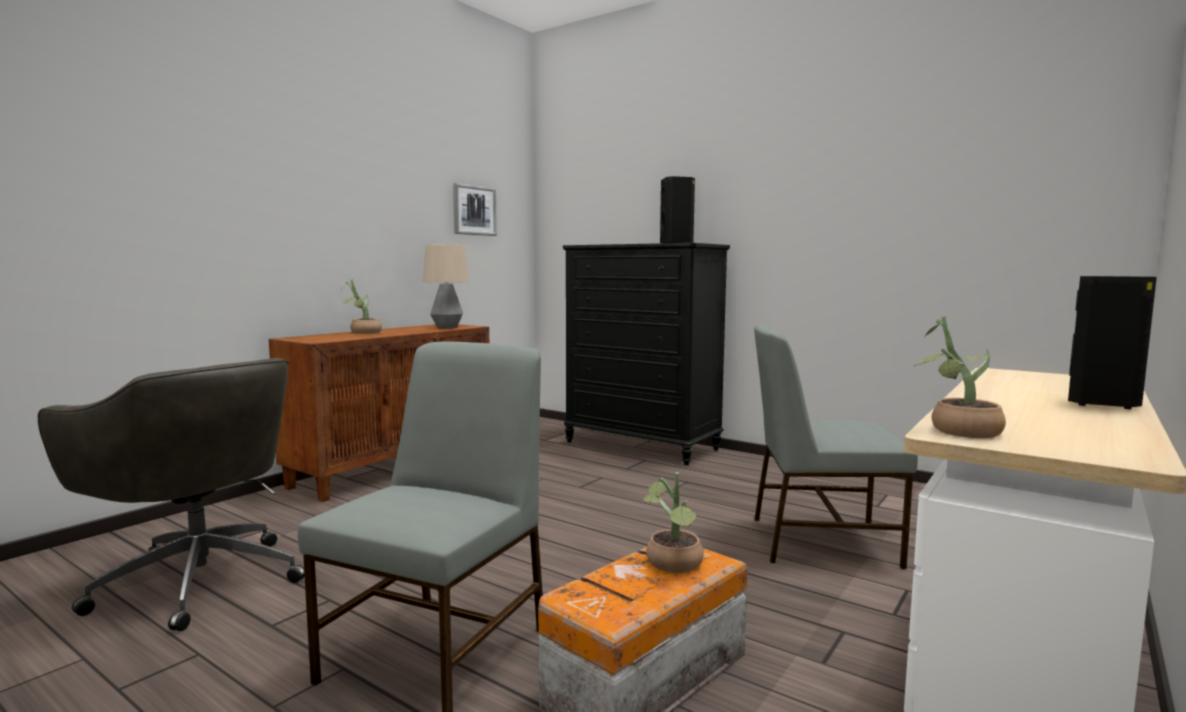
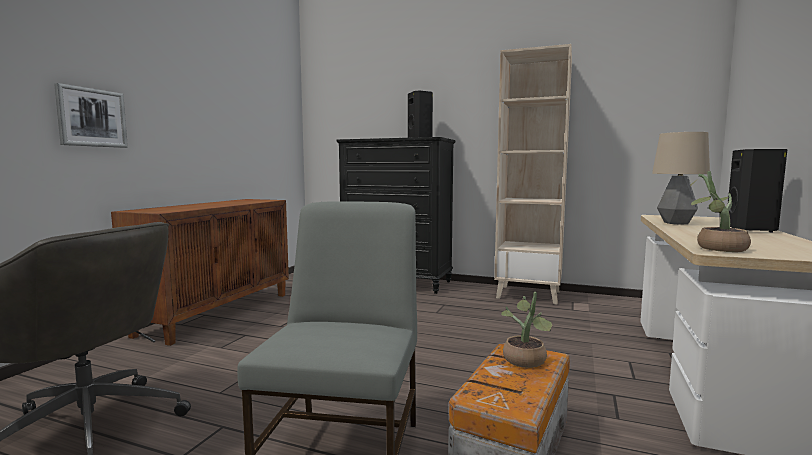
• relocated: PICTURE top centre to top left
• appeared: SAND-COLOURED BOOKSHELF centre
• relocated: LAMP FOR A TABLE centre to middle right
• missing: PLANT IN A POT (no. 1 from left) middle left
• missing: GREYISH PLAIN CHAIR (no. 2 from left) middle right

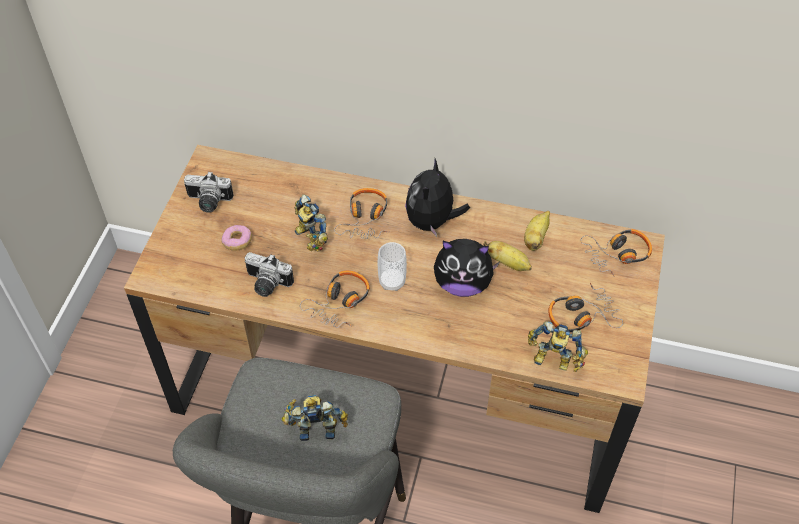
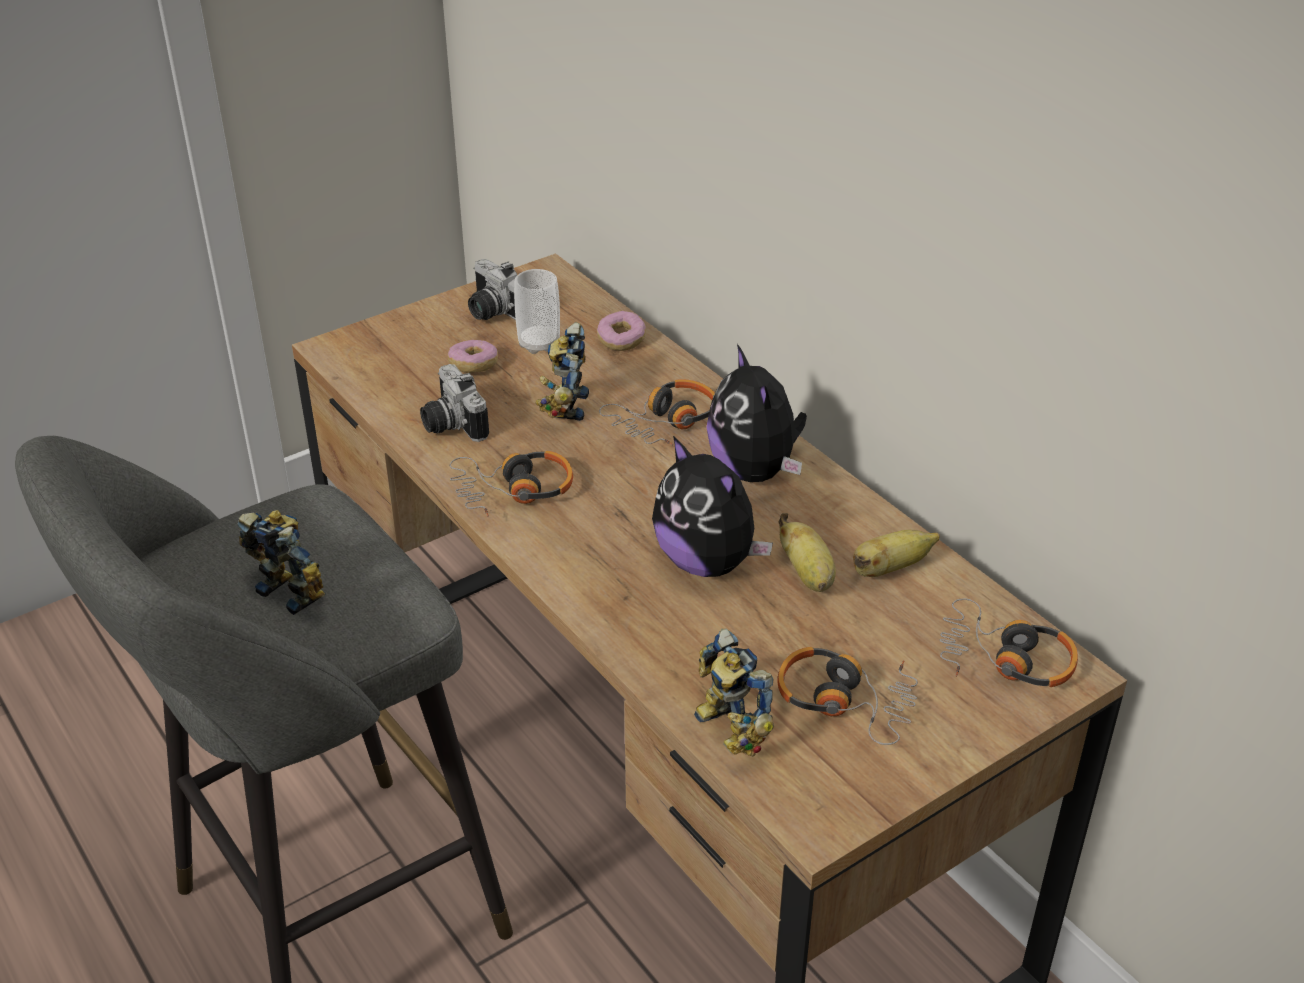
• relocated: DRINKING CUP centre to top centre
• appeared: DOUGHNUT (no. 2 from left) centre
• spun: CUDDLY TOY (no. 1 from left in the first image) centre = centre 75 degrees counterclockwise

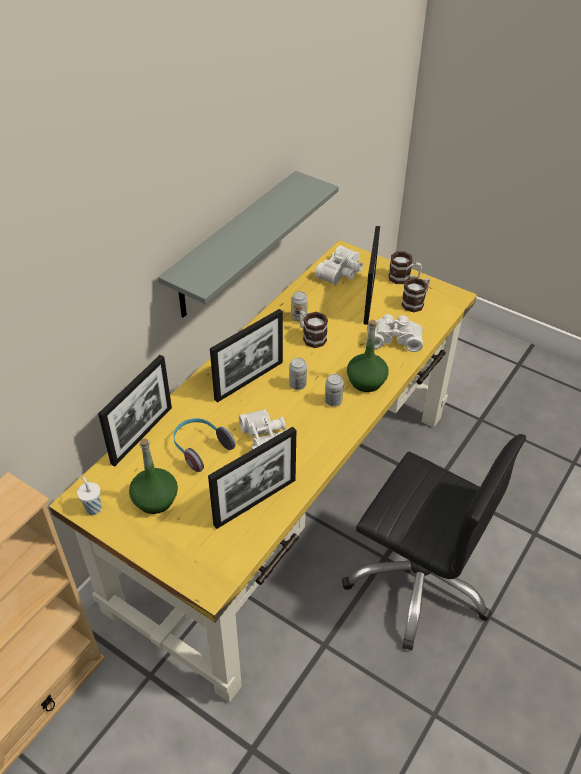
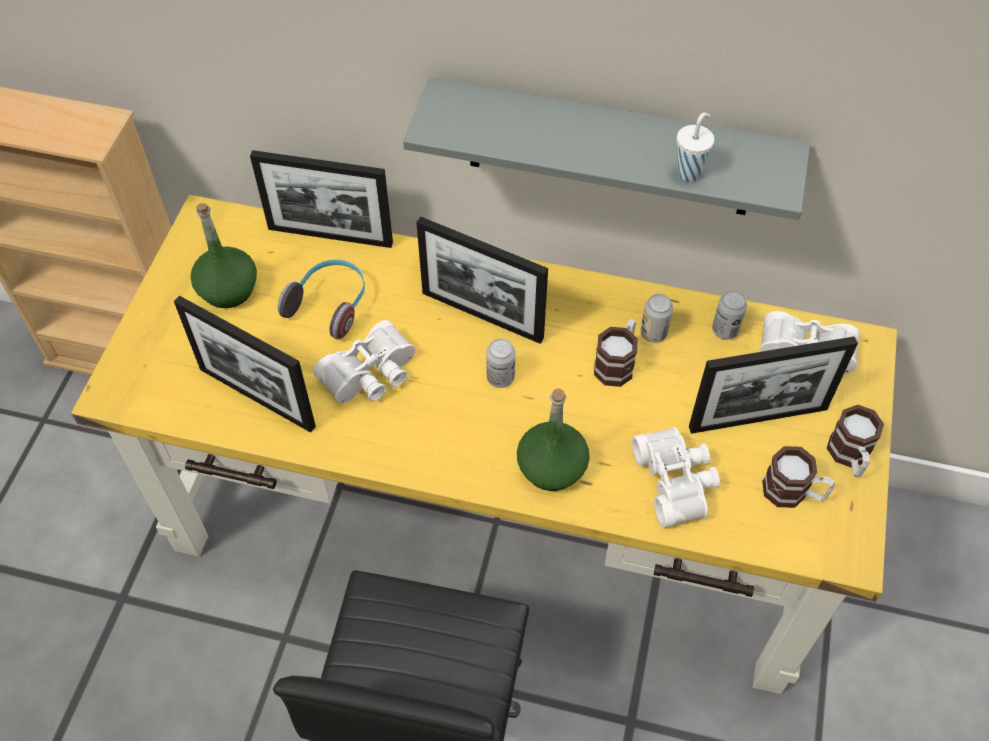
• relocated: WHITISH DRINKING CUP middle left to top right
• relocated: SEALED CAN (no. 3 from left) centre to middle right

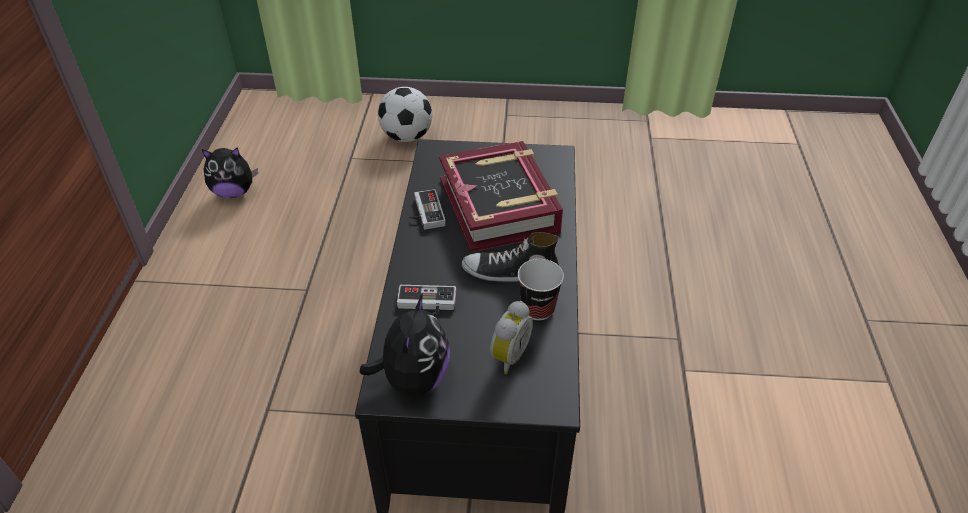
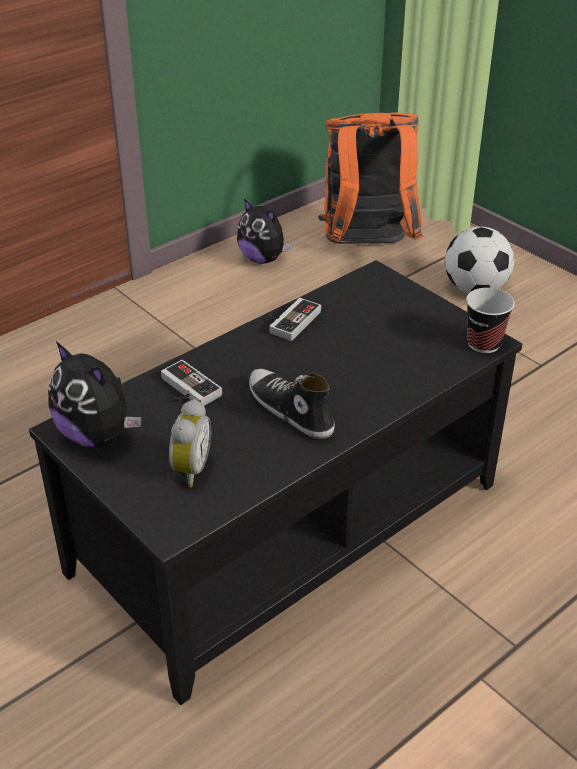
• spun: CUDDLY TOY (no. 2 from left in the first image) bottom centre = middle left 75 degrees clockwise
• spun: ALARM CLOCK centre = middle left 60 degrees counterclockwise
• appeared: ORANGE BACKPACK top centre
• relocated: DRINKING CUP centre to middle right
• missing: BOOK centre

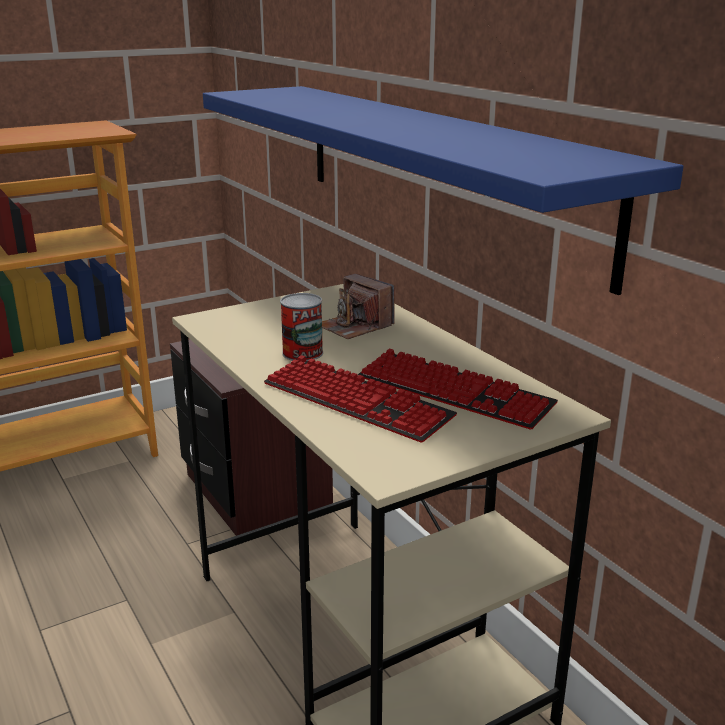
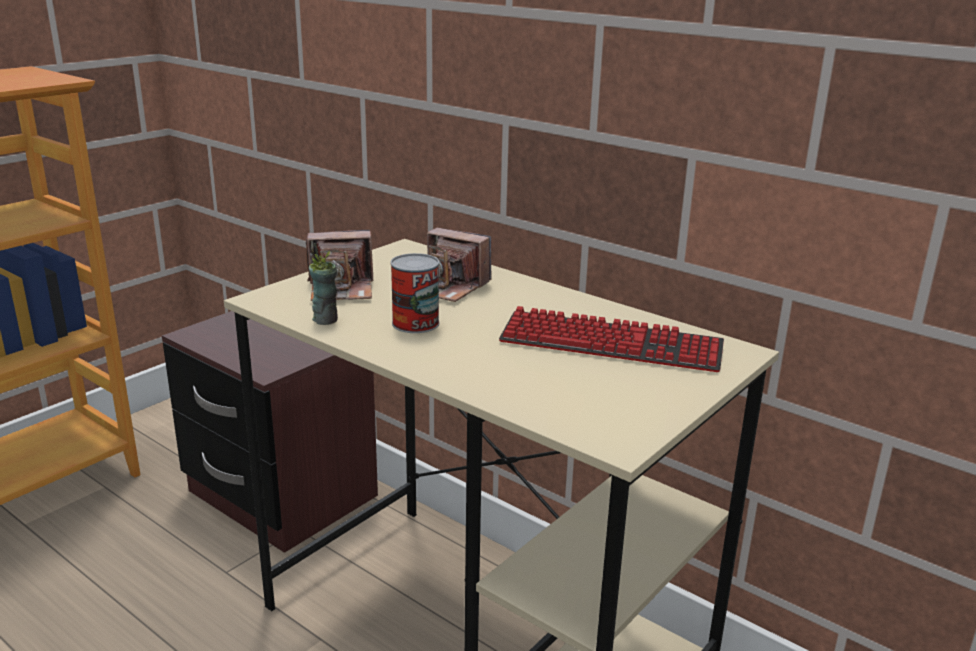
• appeared: PHOTO CAMERA (no. 1 from left) centre
• appeared: DRINKING CUP middle left
• missing: BLUE-COLOURED WALL SHELF top centre
• missing: COMPUTER KEYBOARD (no. 1 from left) centre

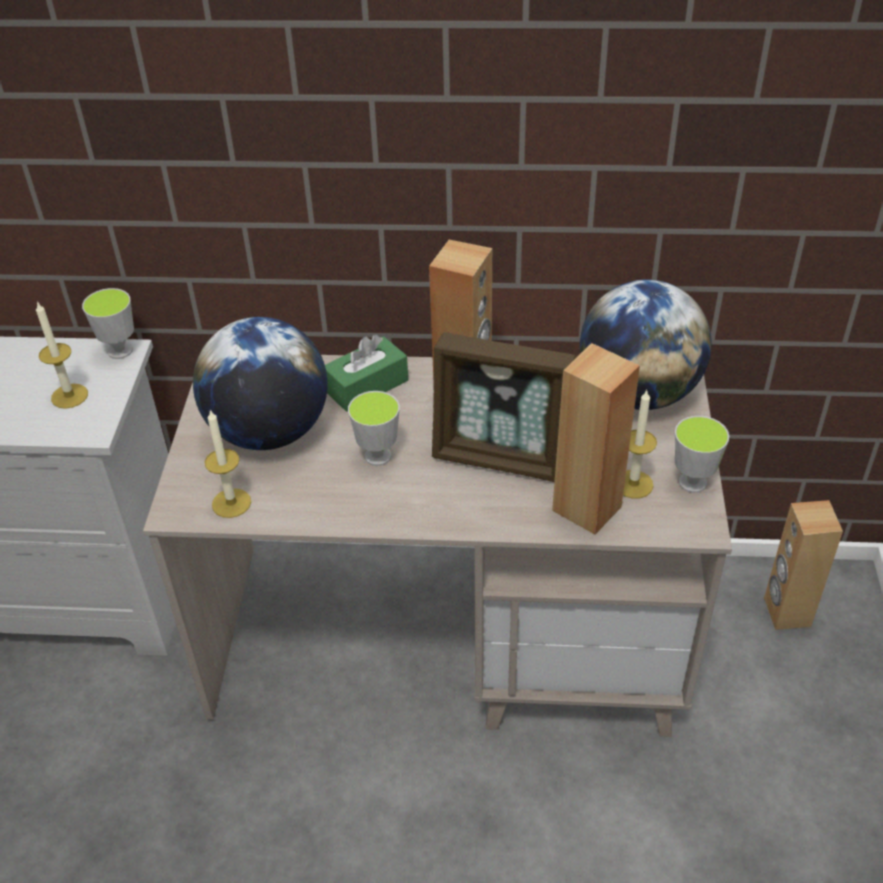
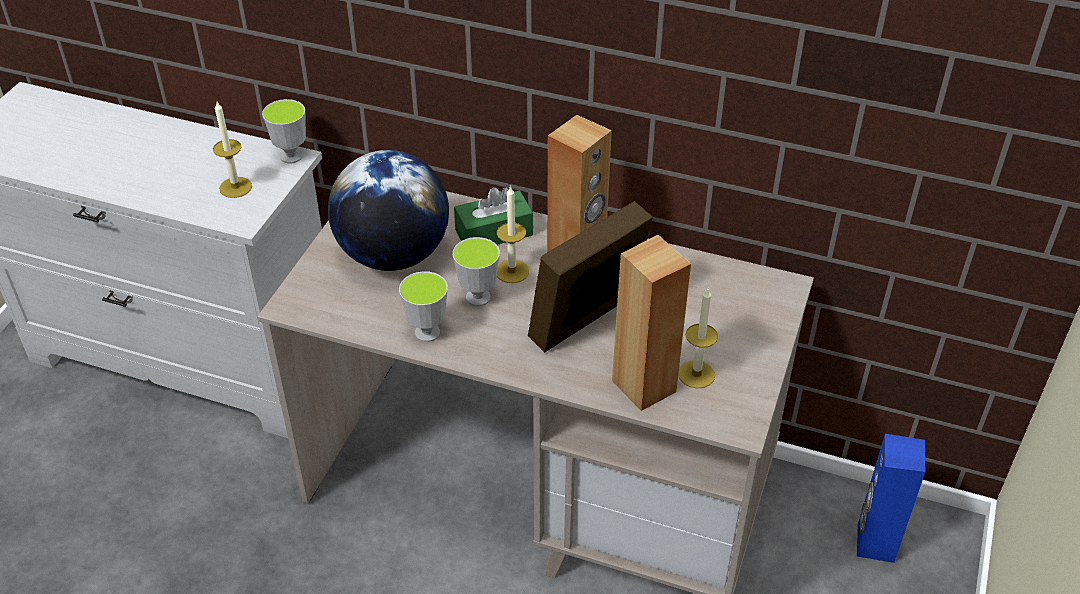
• relocated: DRINKING CUP (no. 3 from left in the first image) middle right to DRINKING CUP (no. 2 from left) centre
• relocated: WAX CANDLE (no. 2 from left) middle left to centre
• spun: STANDING FRAME centre = centre 105 degrees clockwise
• colour: BROWN-COLOURED AUDIO SPEAKER (no. 3 from left) middle right to BLUE-COLOURED AUDIO SPEAKER bottom right
• missing: DESK GLOBE (no. 2 from left) middle right

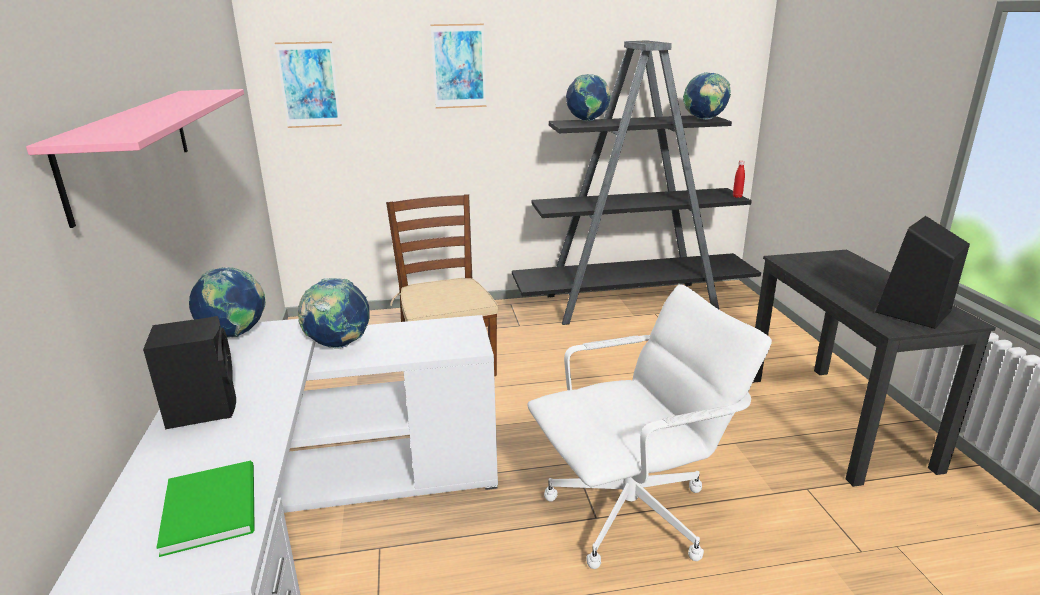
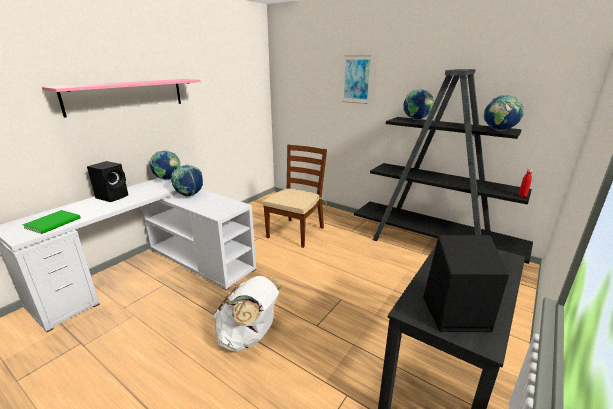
• exchanged: WHITISH OFFICE CHAIR bottom centre to WHITISH BACKPACK bottom centre
• missing: PICTURE (no. 1 from left) top left

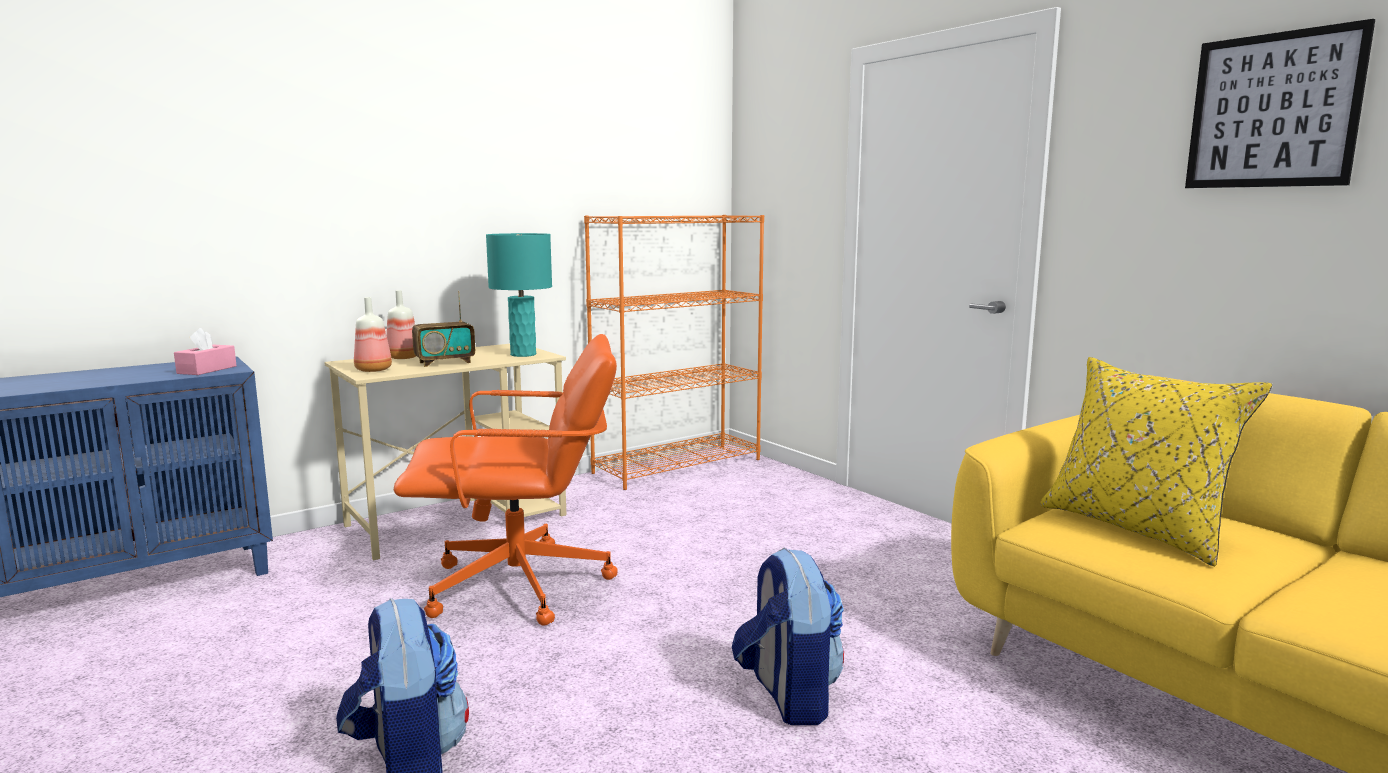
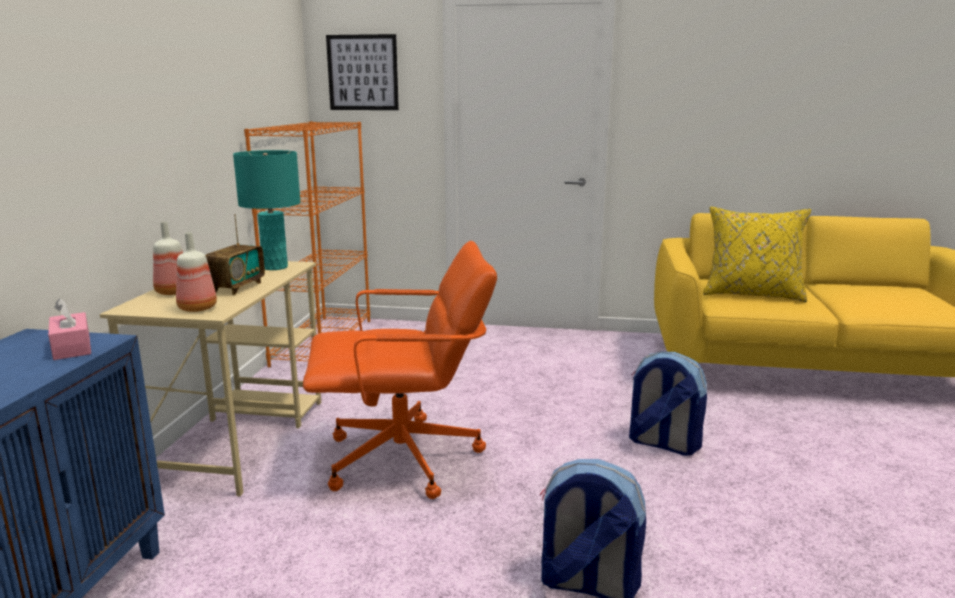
• spun: ORANGE OFFICE CHAIR centre = centre 45 degrees clockwise
• relocated: PICTURE top right to top centre

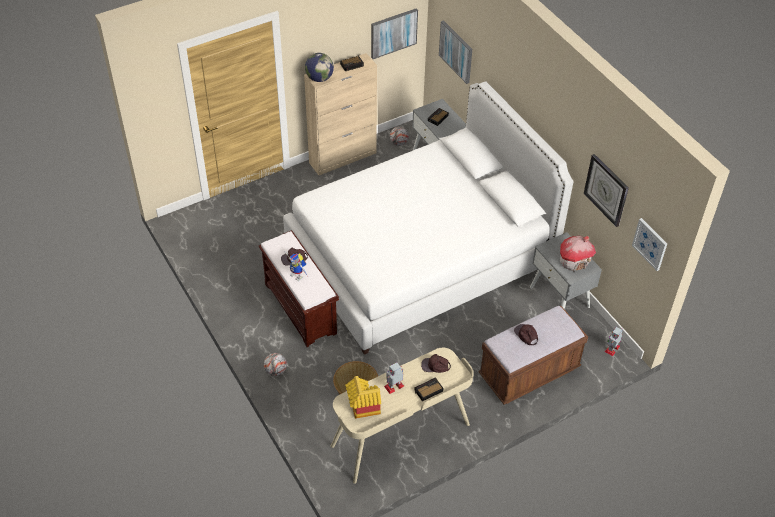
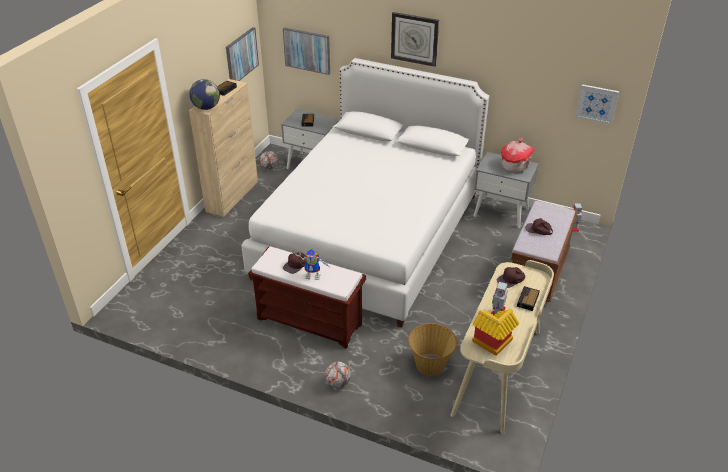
• relocated: WALL CLOCK middle right to top centre

